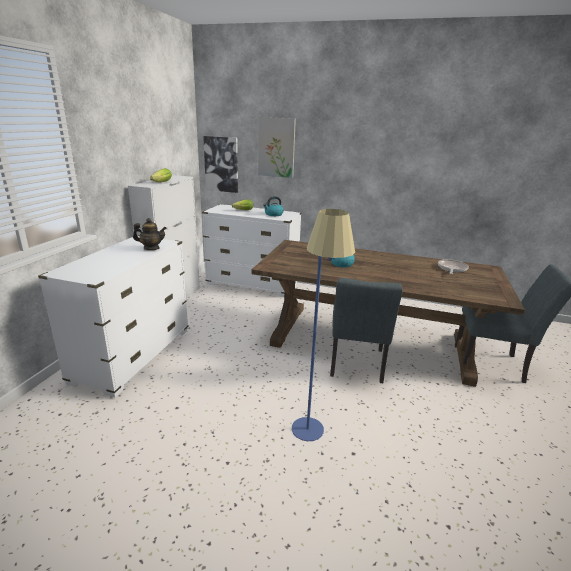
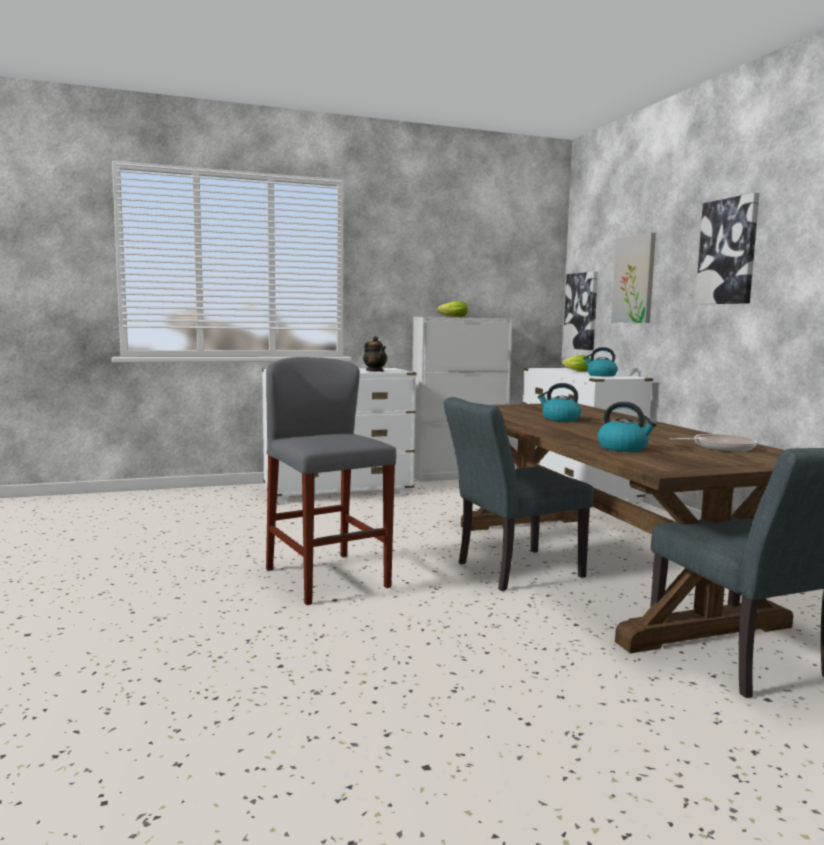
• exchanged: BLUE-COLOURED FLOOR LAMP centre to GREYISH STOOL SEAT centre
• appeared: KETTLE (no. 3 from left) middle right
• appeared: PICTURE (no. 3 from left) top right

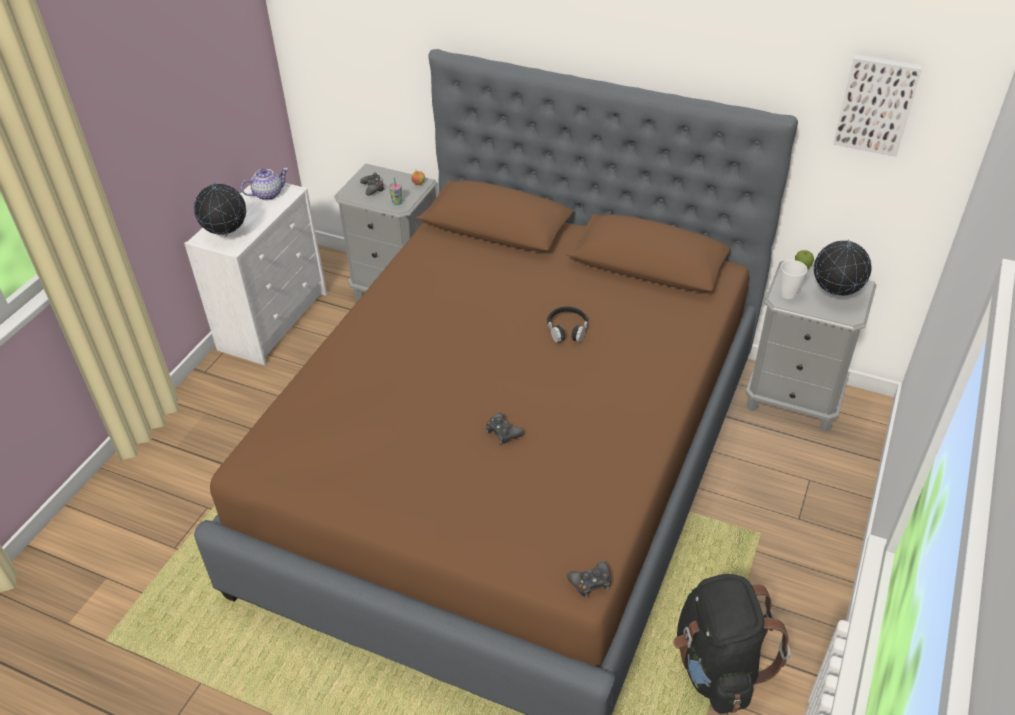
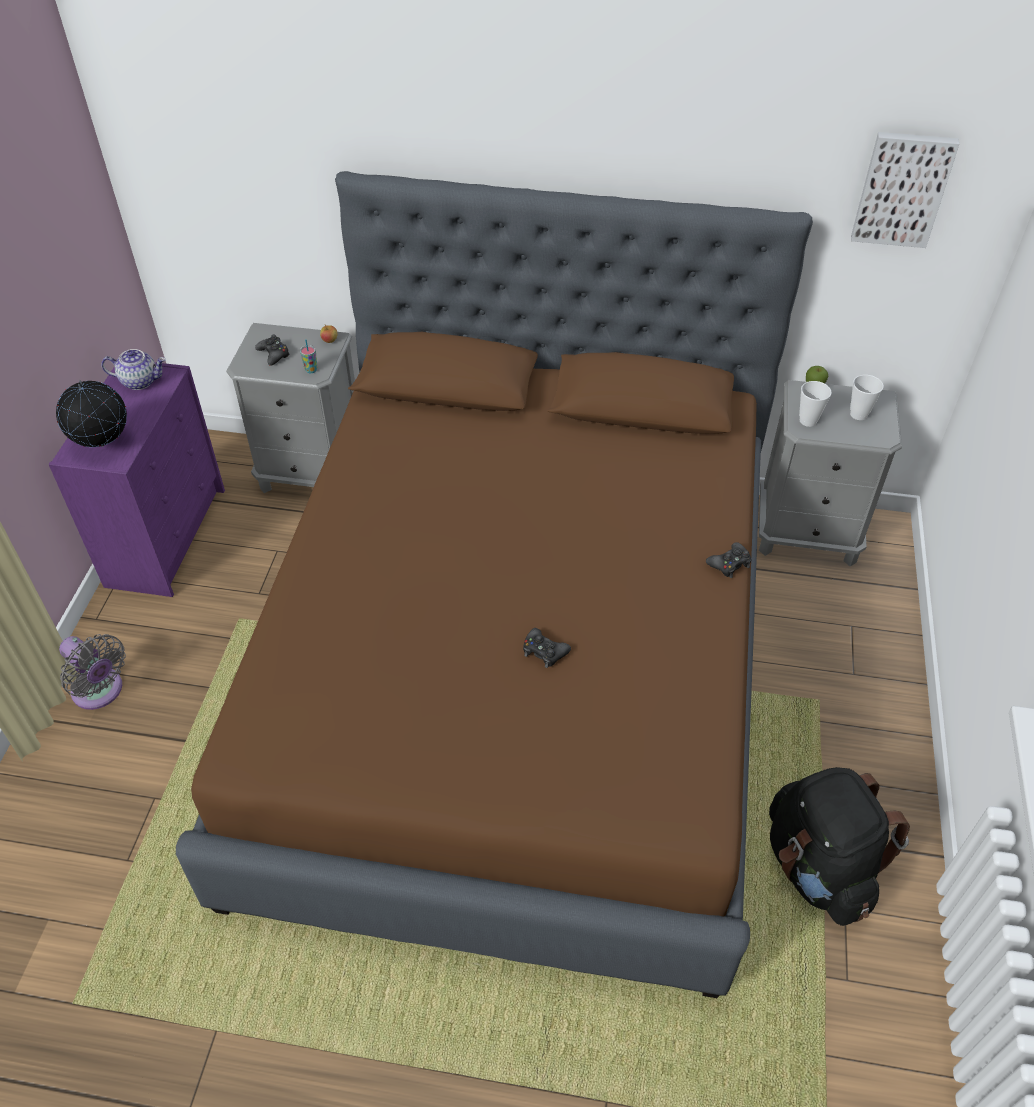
• colour: WHITISH DRESSER middle left to PURPLE-COLOURED DRESSER middle left
• appeared: GREYISH COOLING FAN middle left
• spun: TEAPOT top left = middle left 45 degrees clockwise
• relocated: BLACK-COLOURED GAME CONTROLLER (no. 3 from left) bottom centre to middle right
• exchanged: DESK GLOBE (no. 2 from left) middle right to DRINKING CUP (no. 3 from left) middle right
• missing: BLACK-COLOURED HEADSET centre

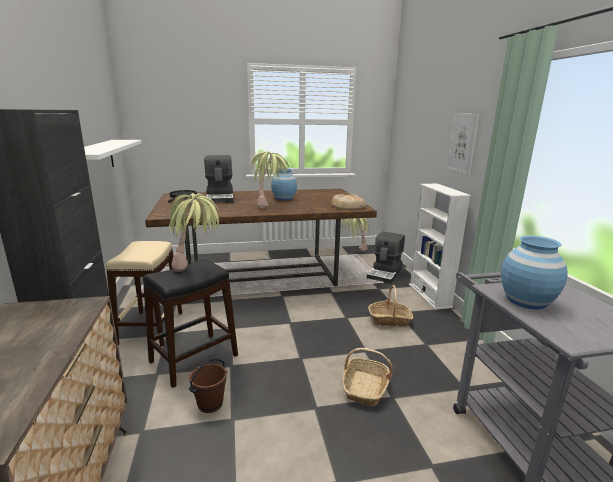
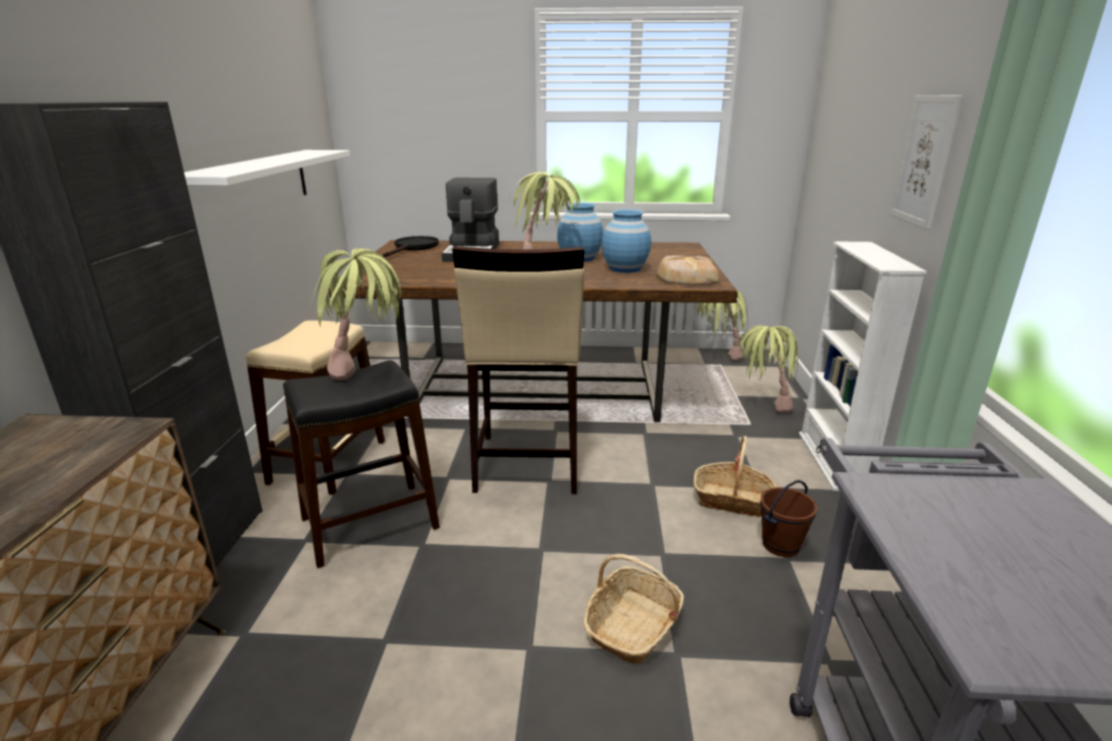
• appeared: SAND-COLOURED STOOL SEAT (no. 2 from left) centre
• relocated: BLUE-COLOURED FLOWER VASE (no. 2 from left) middle right to top centre
• exchanged: COFFEE BREWER (no. 2 from left) centre to PLANT IN A POT (no. 4 from left) middle right
• relocated: BROWN-COLOURED WATER BUCKET bottom centre to bottom right

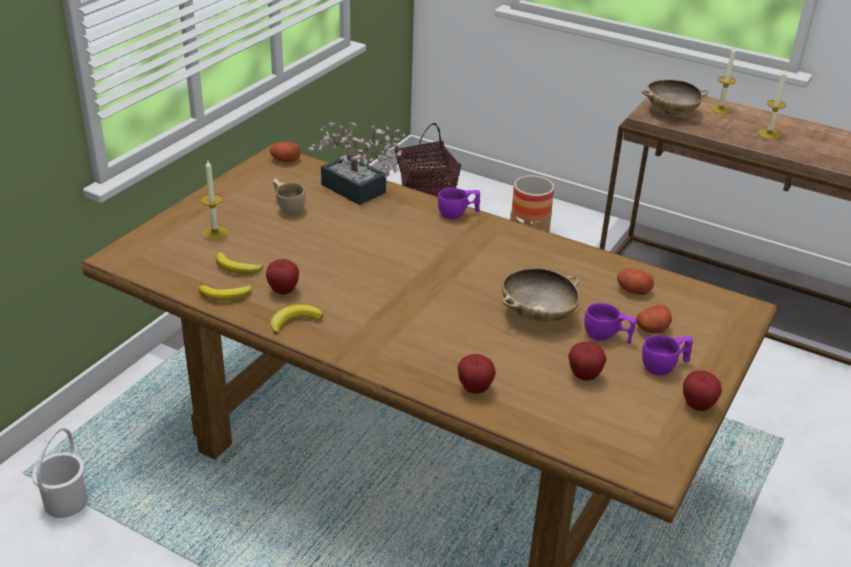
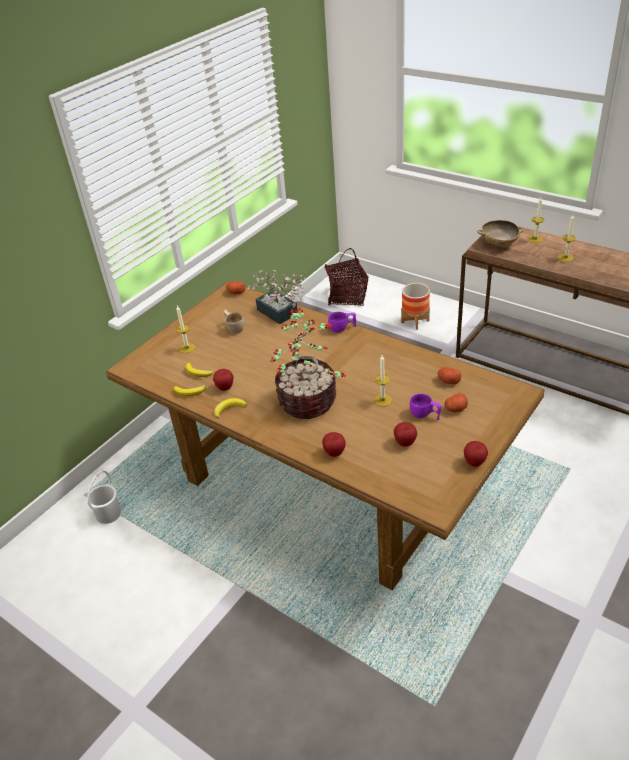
• appeared: PLANT IN A POT (no. 2 from left) centre
• exchanged: SAND-COLOURED SERVING BOWL (no. 1 from left) centre to WAX CANDLE (no. 2 from left) centre
• missing: PURPLE-COLOURED DRINKING CUP (no. 3 from left) middle right

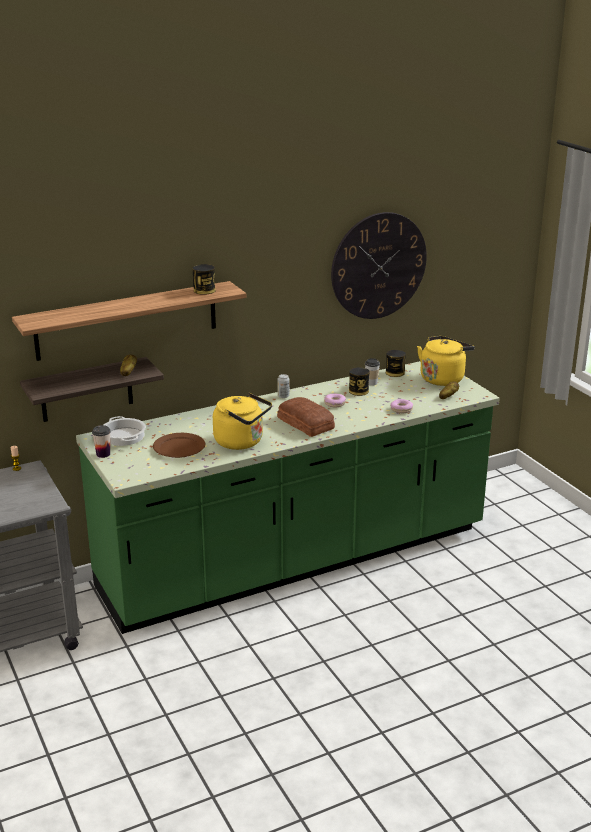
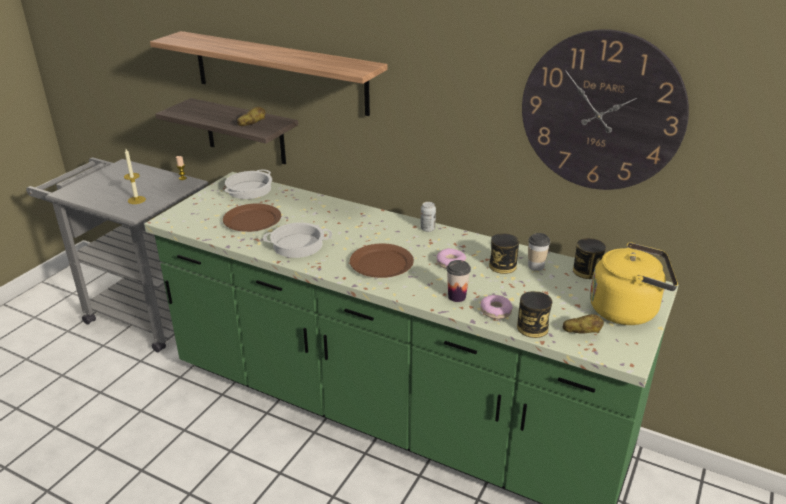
• appeared: WAX CANDLE (no. 1 from left) middle left
• exchanged: YELLOW KETTLE (no. 1 from left) centre to STOCKPOT (no. 2 from left) centre
• exchanged: BREAD centre to BROWN-COLOURED FLAT DISH (no. 2 from left) centre
• relocated: DRINKING CUP (no. 1 from left) middle left to centre
• relocated: SEALED CAN (no. 1 from left in the first image) centre to SEALED CAN (no. 3 from left) middle right

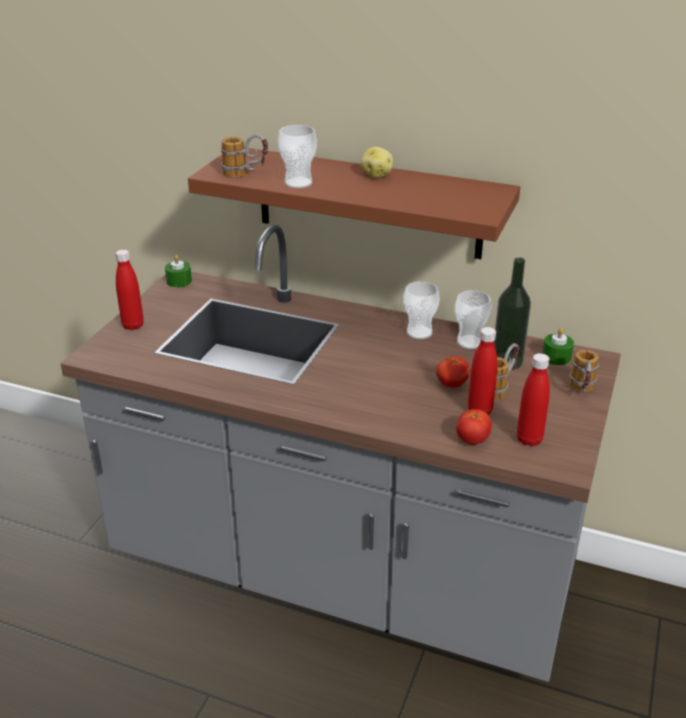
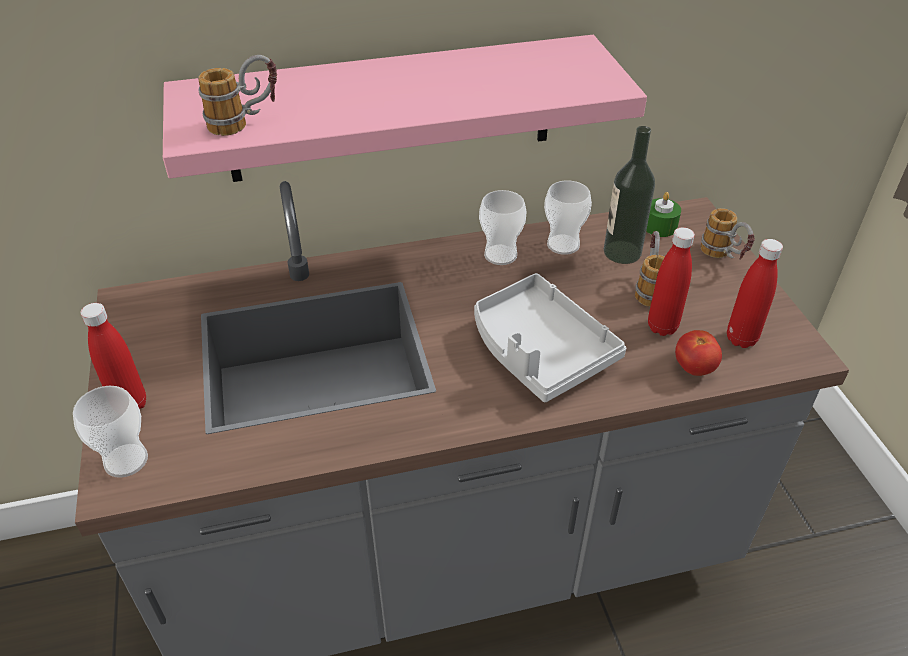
• relocated: DRINKING CUP (no. 1 from left) top centre to middle left
• colour: BROWN-COLOURED WALL SHELF top centre to PINK WALL SHELF top centre
• appeared: GREYISH TRAY centre
• missing: GREEN WAX CANDLE (no. 1 from left) middle left
• missing: SPUD top centre
• missing: TOMATO (no. 1 from left) centre

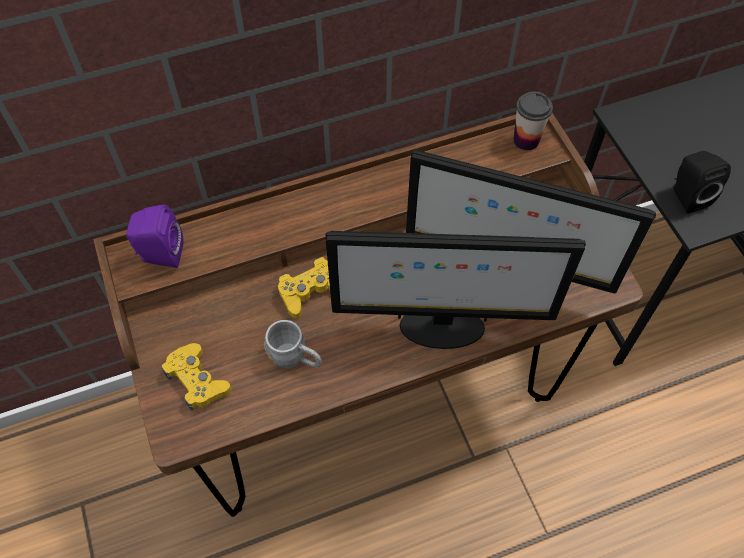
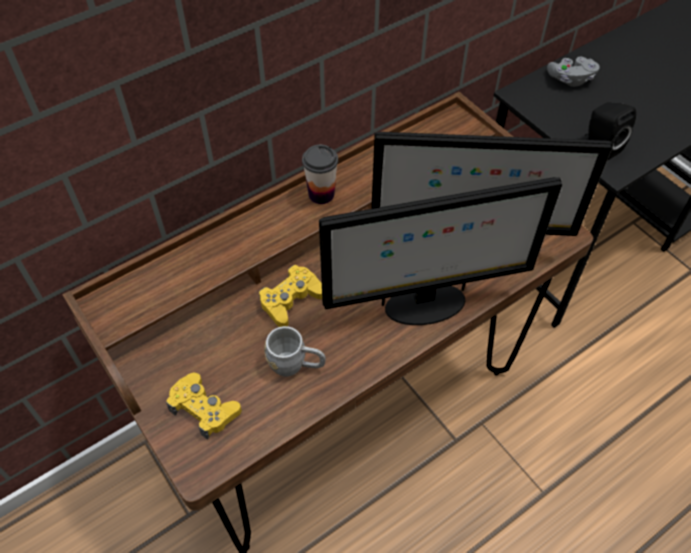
• relocated: DRINKING CUP top right to top centre
• appeared: GREYISH GAME CONTROLLER top right
• missing: PURPLE-COLOURED AUDIO SPEAKER middle left

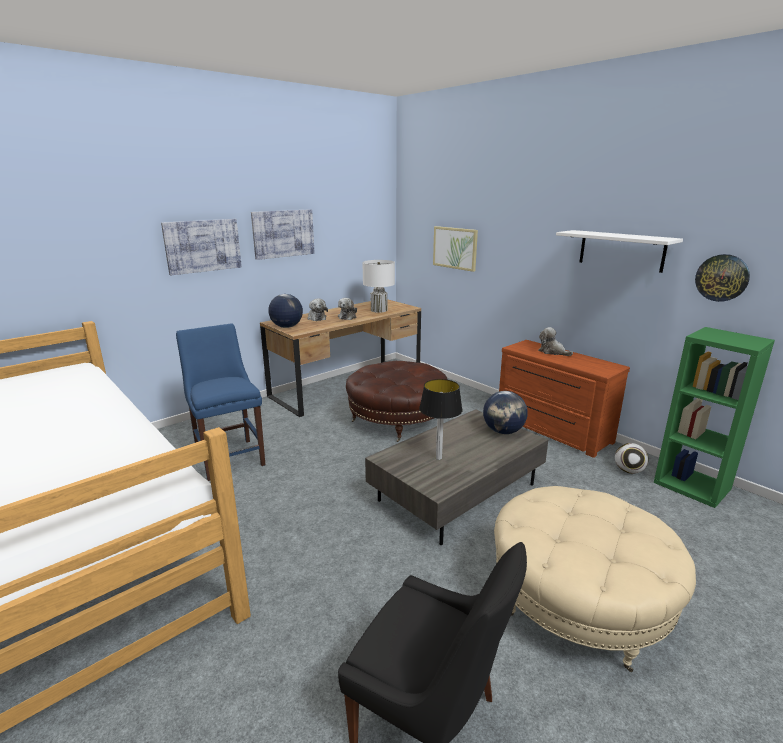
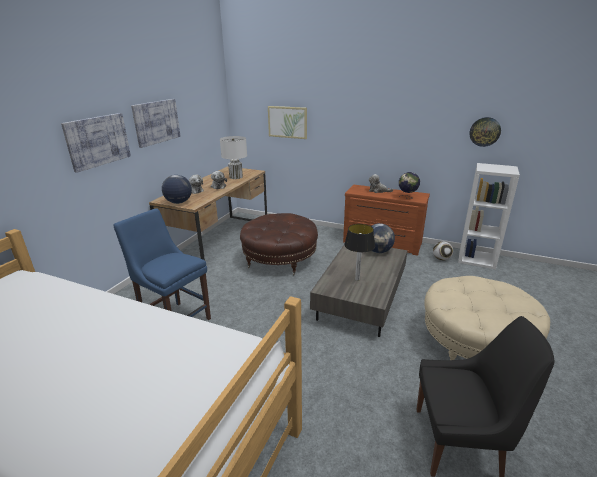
• appeared: DESK GLOBE (no. 3 from left) middle right
• colour: GREEN BOOKSHELF middle right to WHITISH BOOKSHELF middle right
• missing: WHITISH WALL SHELF middle right

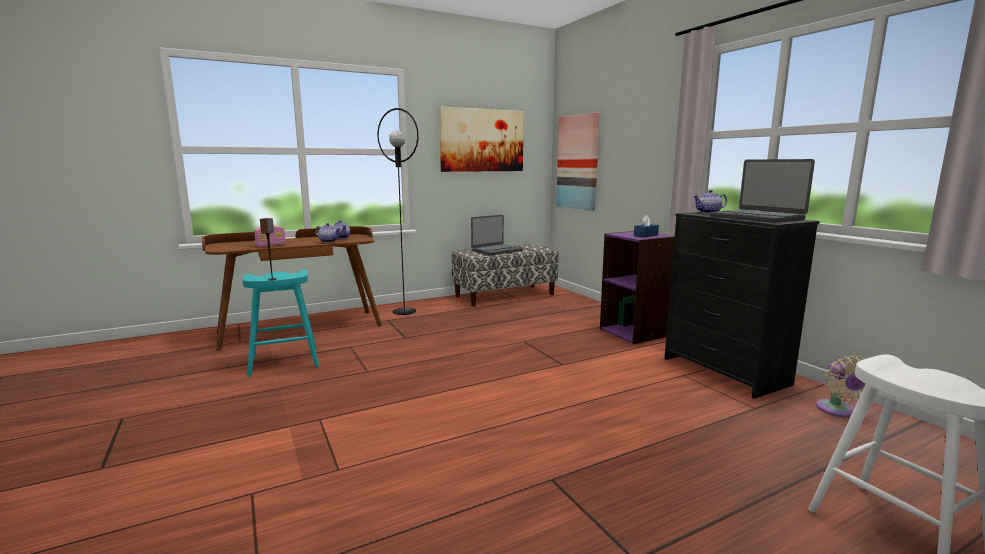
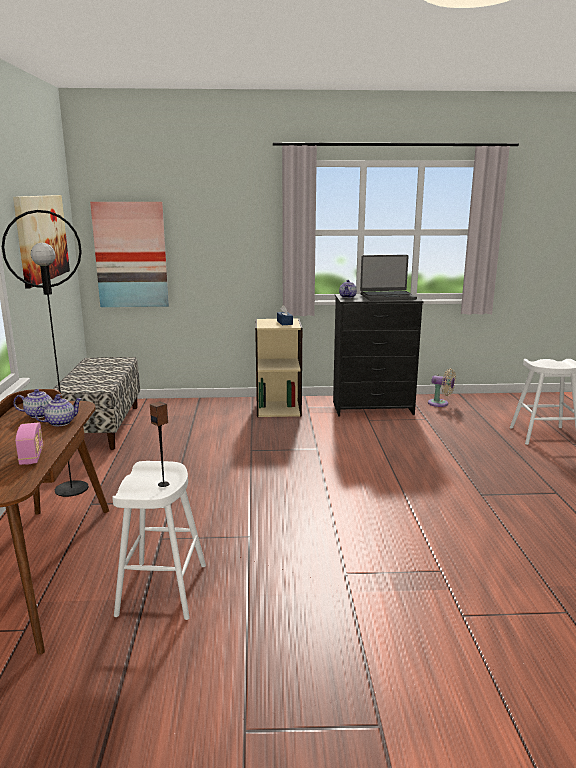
• colour: TURQUOISE-COLOURED STOOL SEAT middle left to WHITISH STOOL SEAT (no. 1 from left) bottom left
• colour: PURPLE-COLOURED BOOKSHELF centre to SAND-COLOURED BOOKSHELF centre
• missing: LAPTOP (no. 1 from left) centre

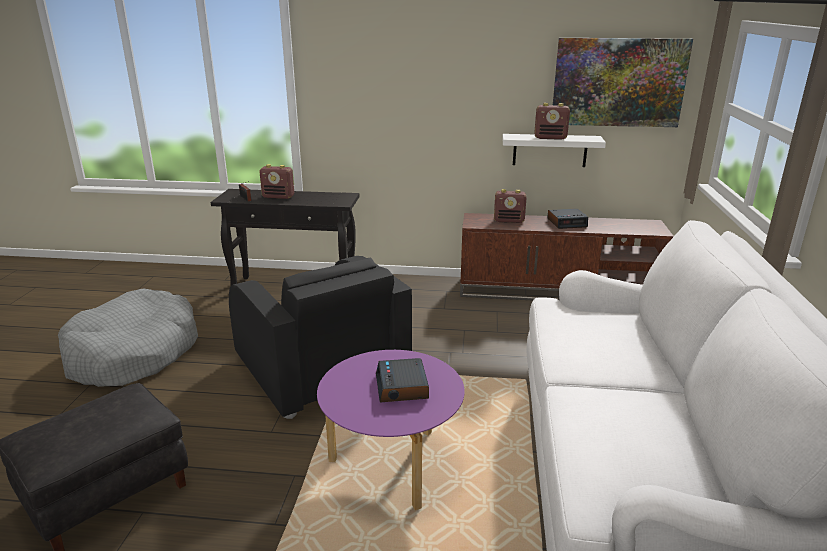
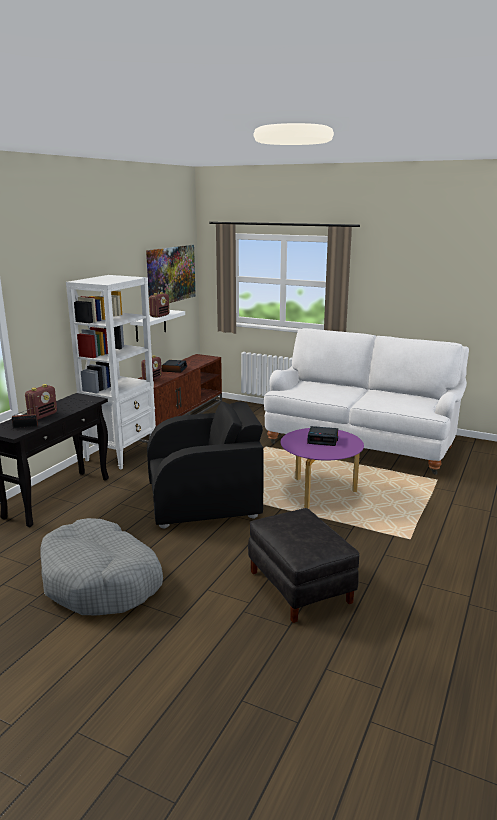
• appeared: WHITISH BOOKSHELF middle left

